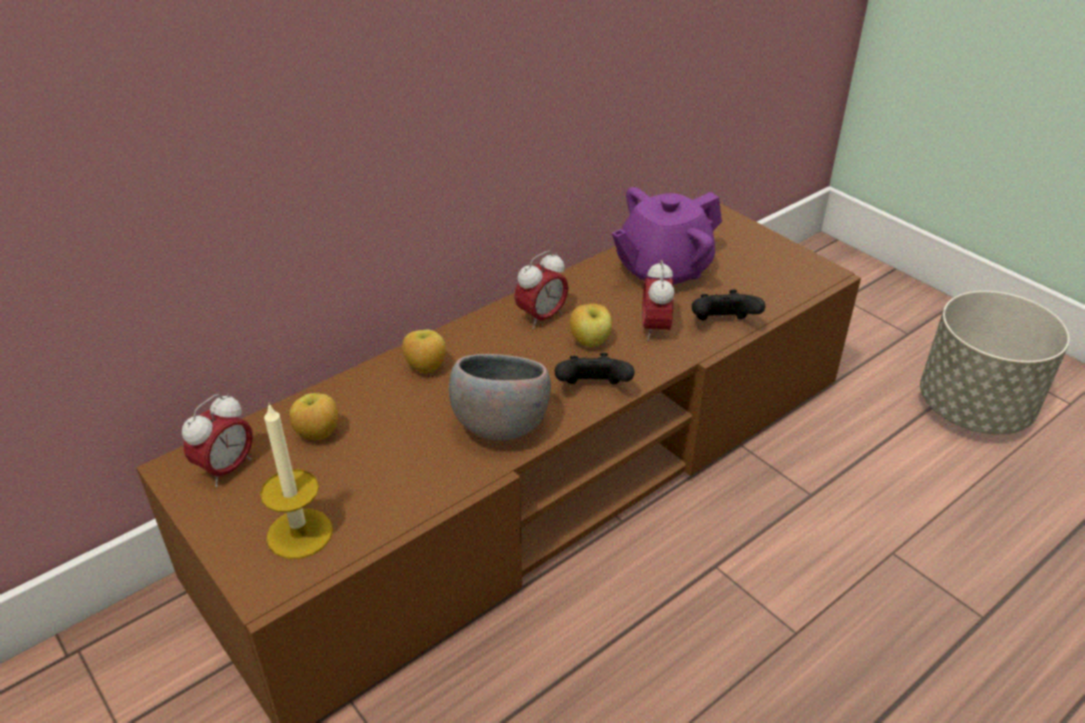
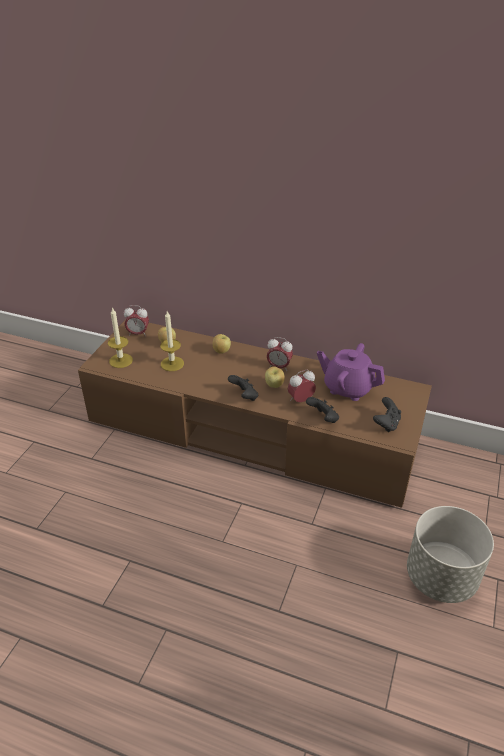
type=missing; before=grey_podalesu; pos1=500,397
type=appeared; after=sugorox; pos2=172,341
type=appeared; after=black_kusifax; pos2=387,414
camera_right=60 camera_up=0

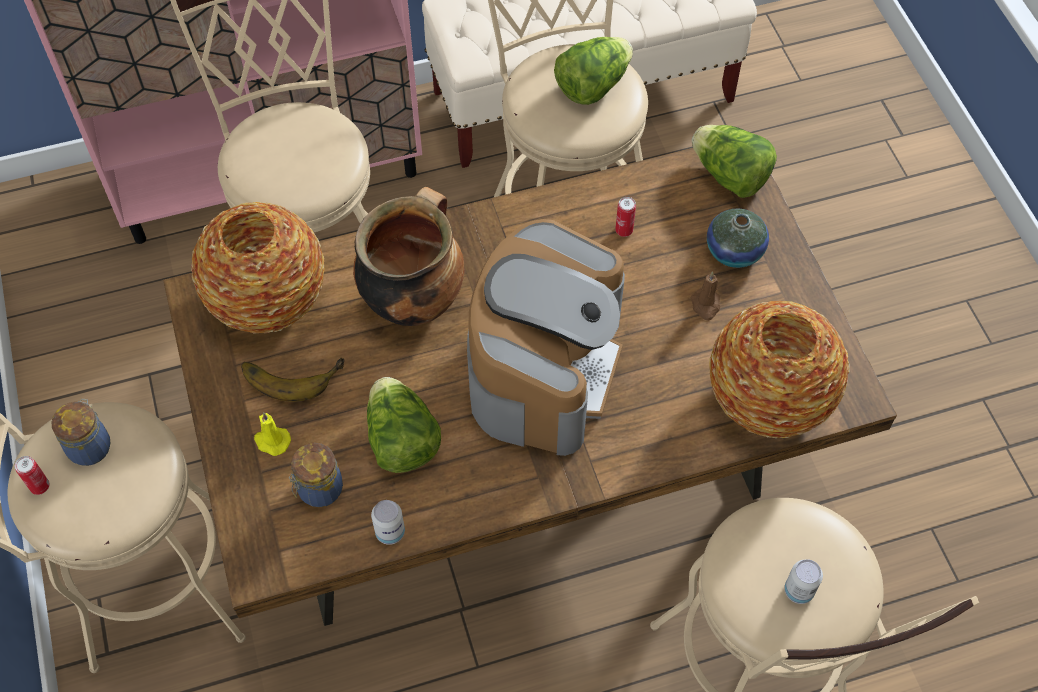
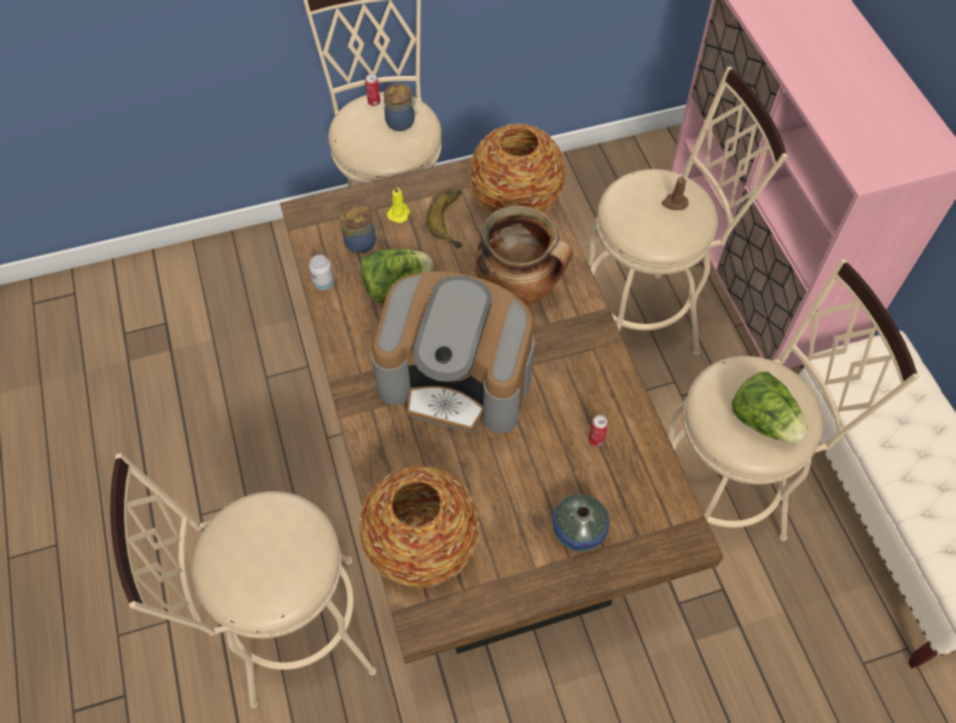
type=missing; before=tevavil; pos1=734,161
type=relocated; before=brown_sugorox; pos1=705,296; pos2=675,192
type=missing; before=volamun; pos1=803,581
camera_right=90 camera_up=0

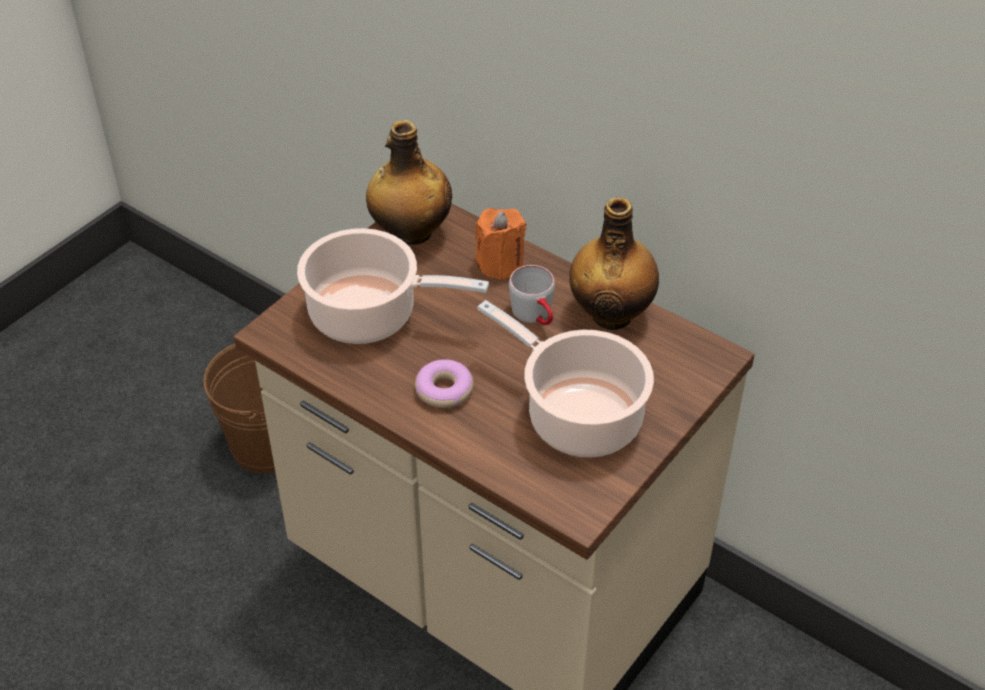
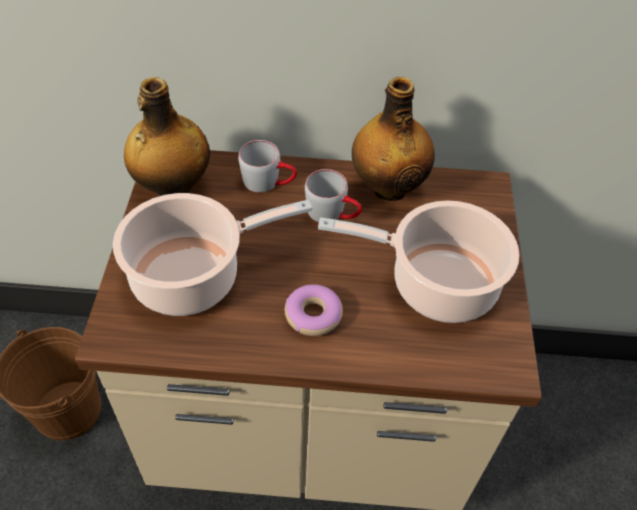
type=exchanged; before=orange_sugorox; after=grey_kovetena; pos1=500,244; pos2=267,166
camera_right=-35 camera_up=5

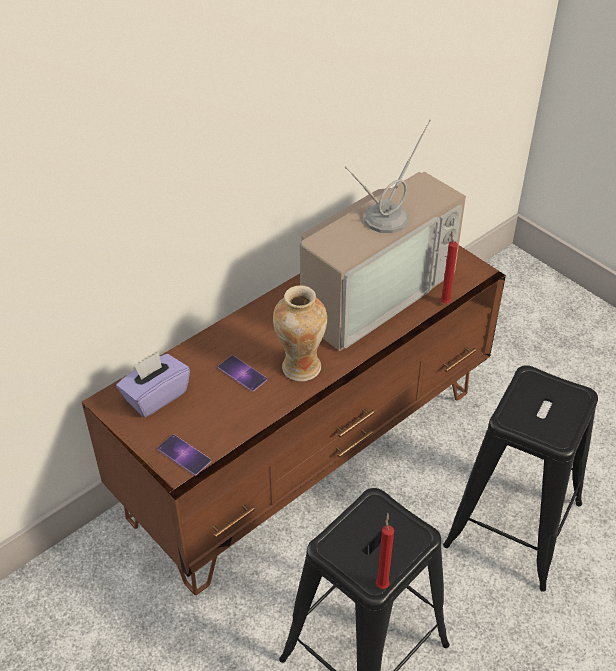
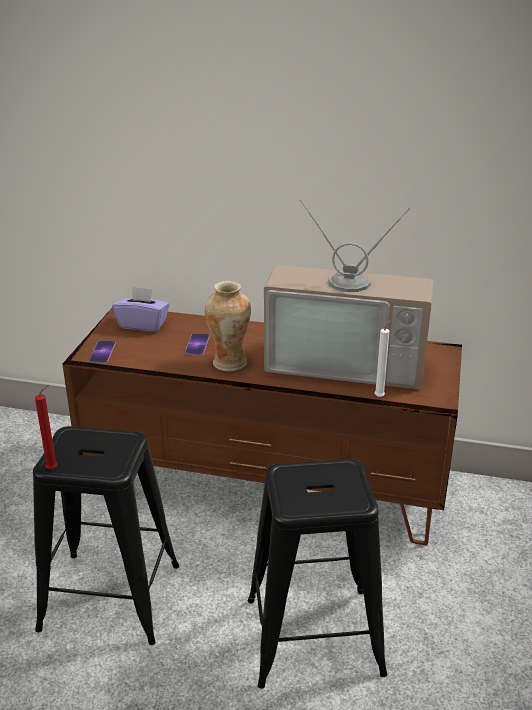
type=colour; before=red_sugorox; after=white_sugorox; pos1=449,267; pos2=382,358
camera_right=55 camera_up=-15

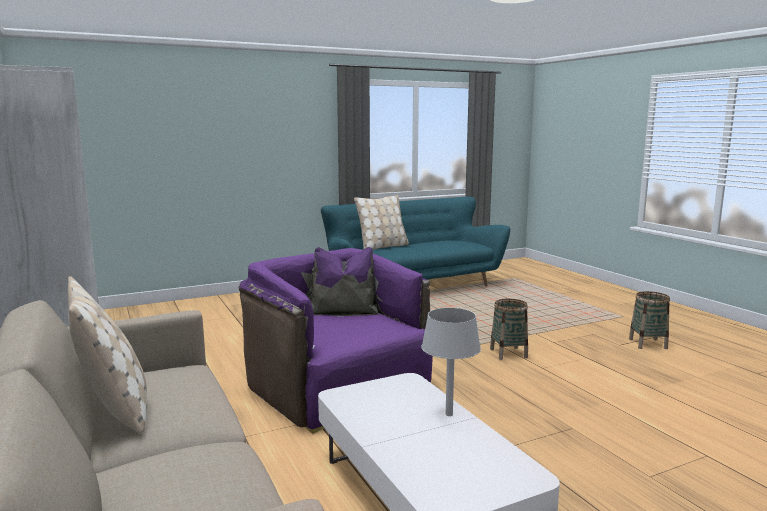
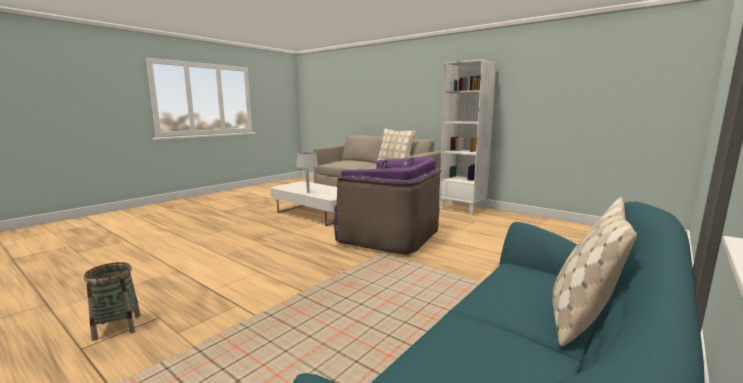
type=missing; before=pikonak; pos1=509,329
camera_right=155 camera_up=0

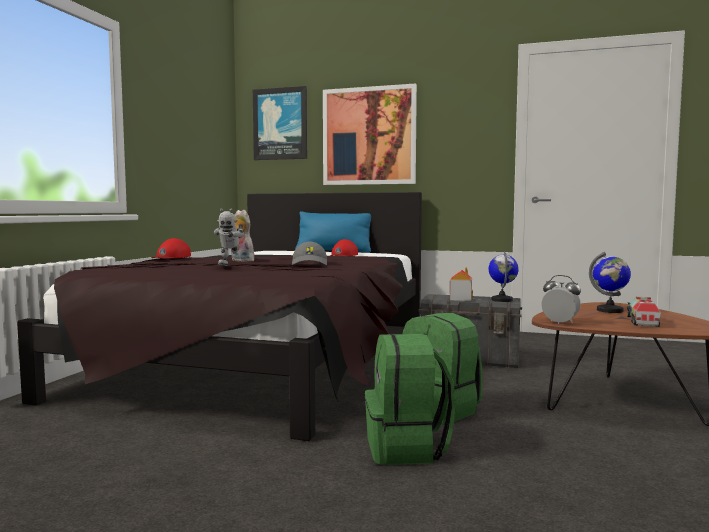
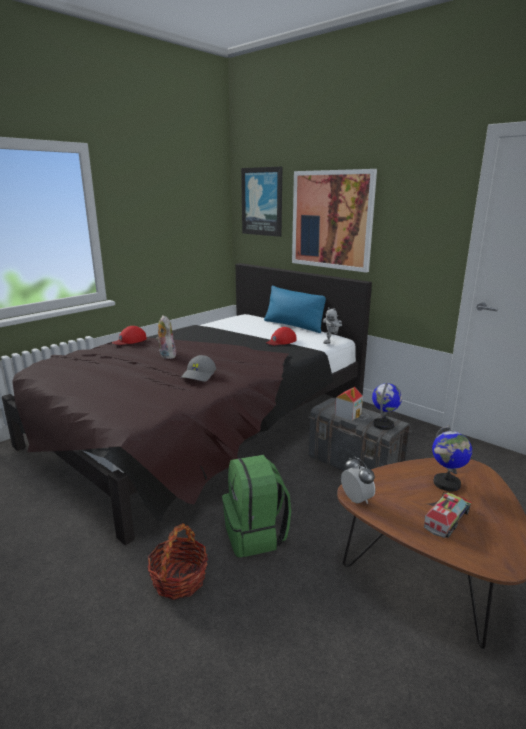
type=relocated; before=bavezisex; pos1=229,237; pos2=332,325
type=exchanged; before=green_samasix; after=pikonak; pos1=410,399; pos2=177,561
camera_right=25 camera_up=15

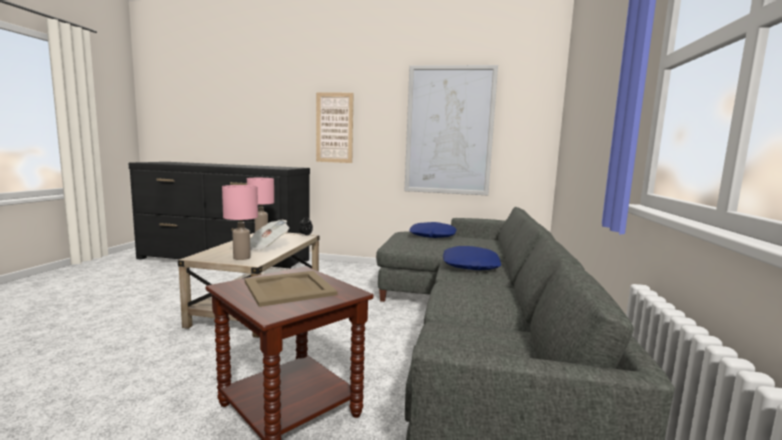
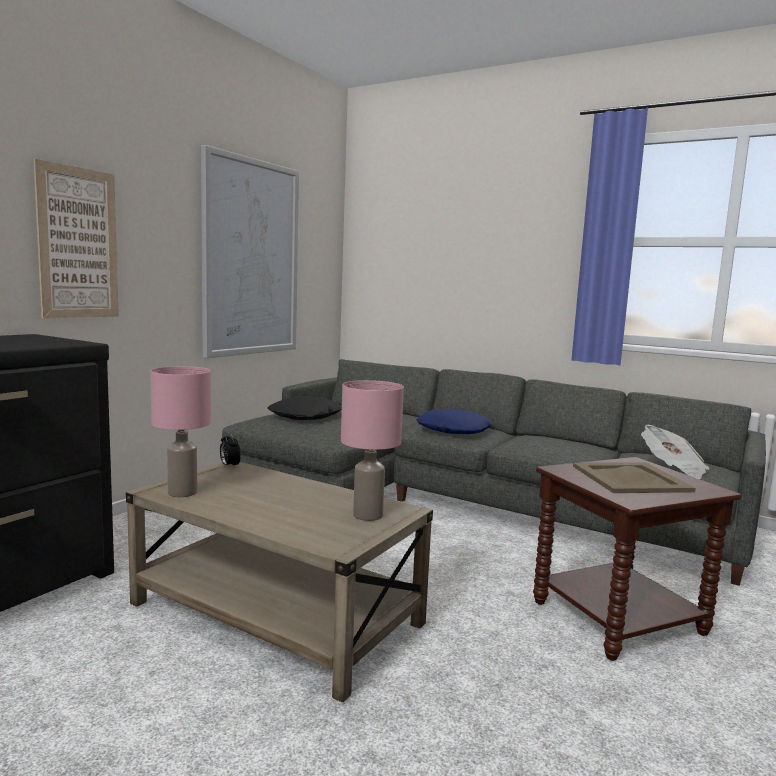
type=relocated; before=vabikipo; pos1=269,235; pos2=675,452
type=colour; before=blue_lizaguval; after=black_lizaguval; pos1=433,230; pos2=304,408
camera_right=-70 camera_up=0

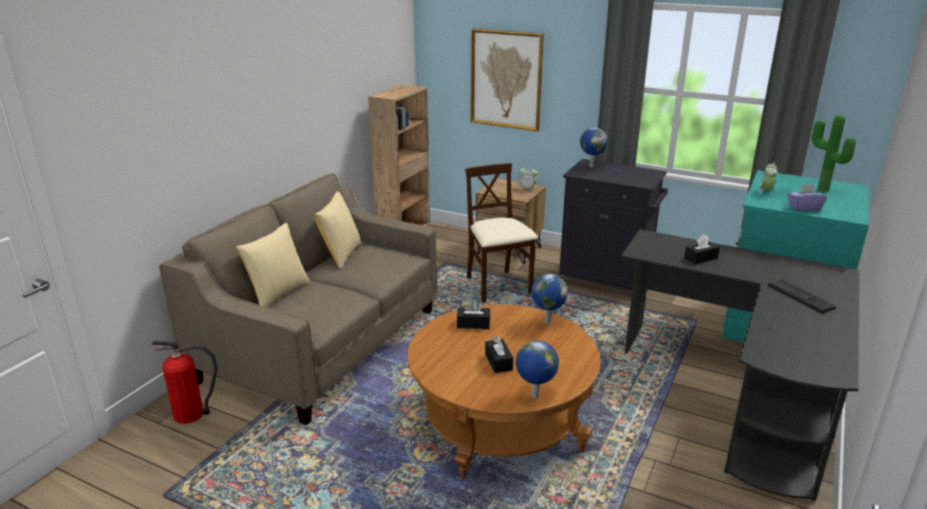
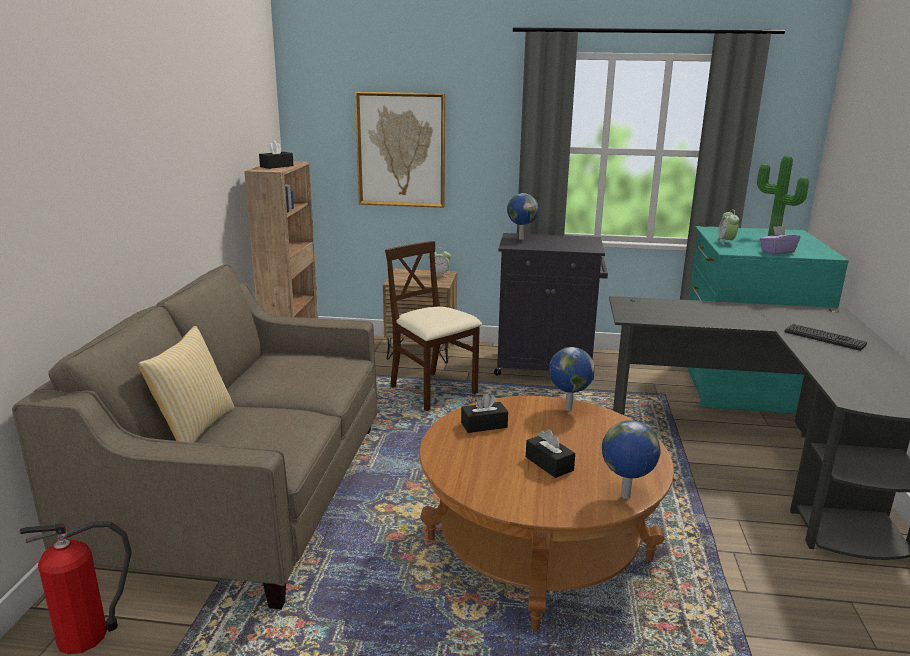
type=missing; before=lizaguval; pos1=337,230
type=relocated; before=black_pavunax; pos1=702,249; pos2=276,155
camera_right=-20 camera_up=-5

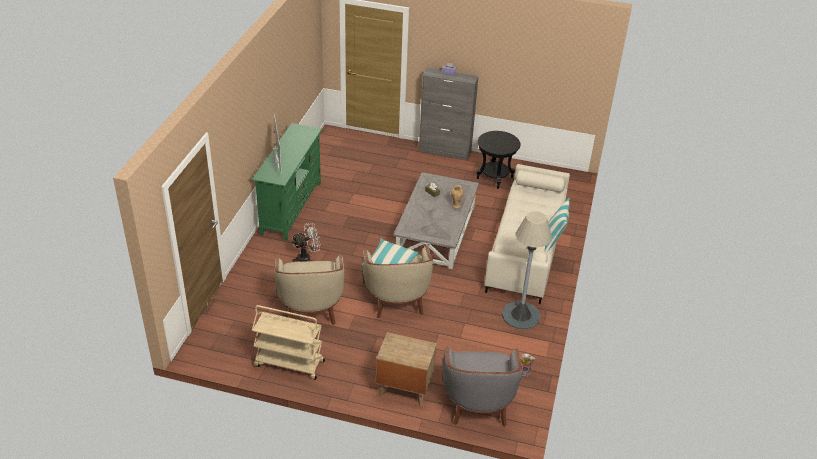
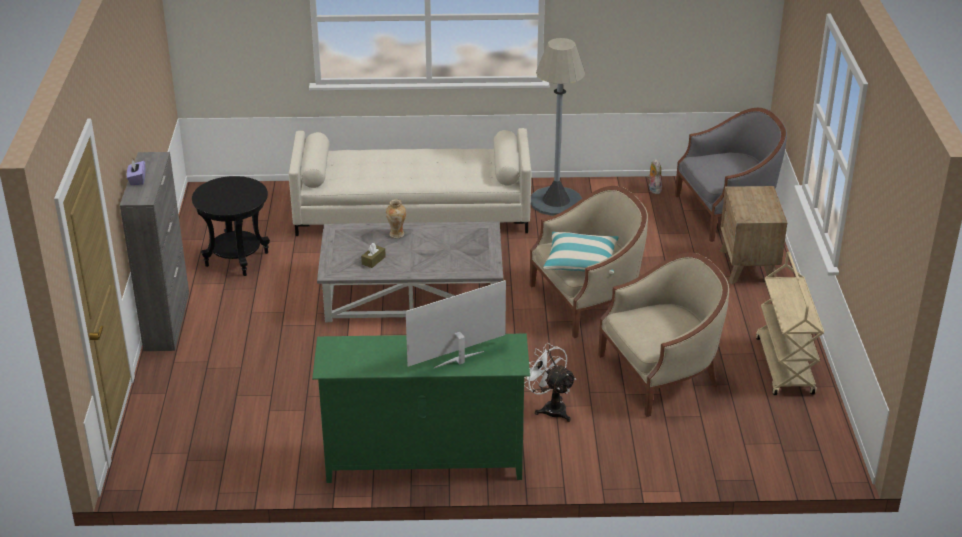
type=missing; before=lizaguval; pos1=557,225
camera_right=-105 camera_up=-5

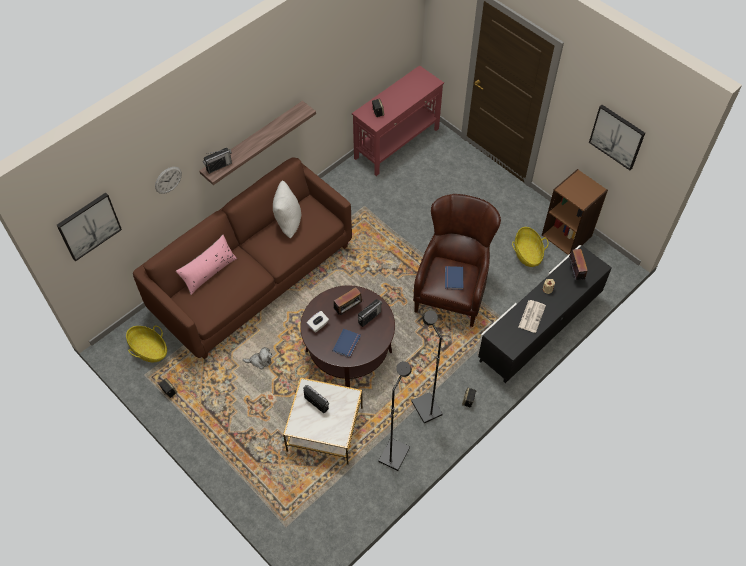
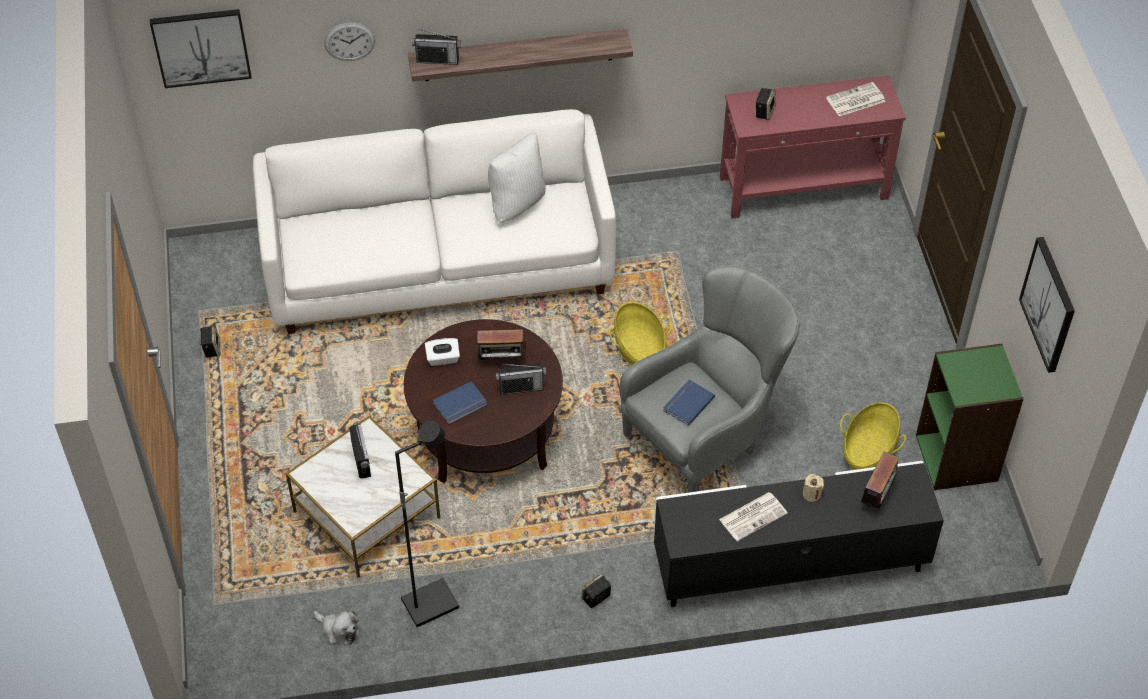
type=colour; before=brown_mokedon; after=white_mokedon; pos1=242,258; pos2=434,221
type=colour; before=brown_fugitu; after=green_fugitu; pos1=575,212; pos2=970,417
type=colour; before=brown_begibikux; after=grey_begibikux; pos1=457,260; pos2=710,379
type=missing; before=pink_lizaguval; pos1=206,265
type=missing; before=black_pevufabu; pos1=427,366
type=relocated; before=pikonak; pos1=146,344; pos2=640,333
type=relocated; before=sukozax; pos1=257,358; pos2=336,628
type=appeared; after=vabikipo; pos2=855,99
camera_right=35 camera_up=-5

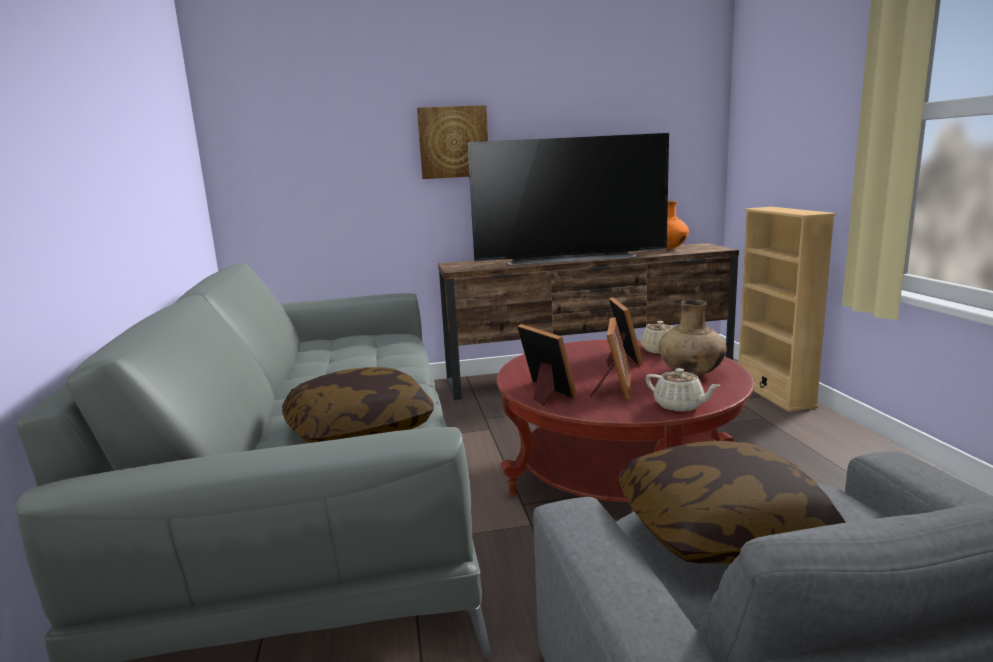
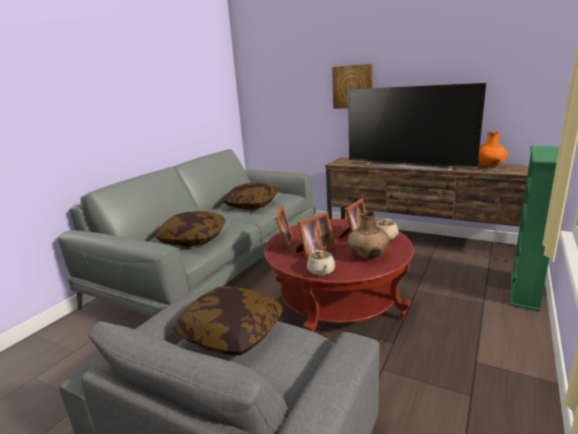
type=colour; before=beige_fugitu; after=green_fugitu; pos1=787,309; pos2=535,228
type=appeared; after=lizaguval; pos2=250,196
camera_right=40 camera_up=5

